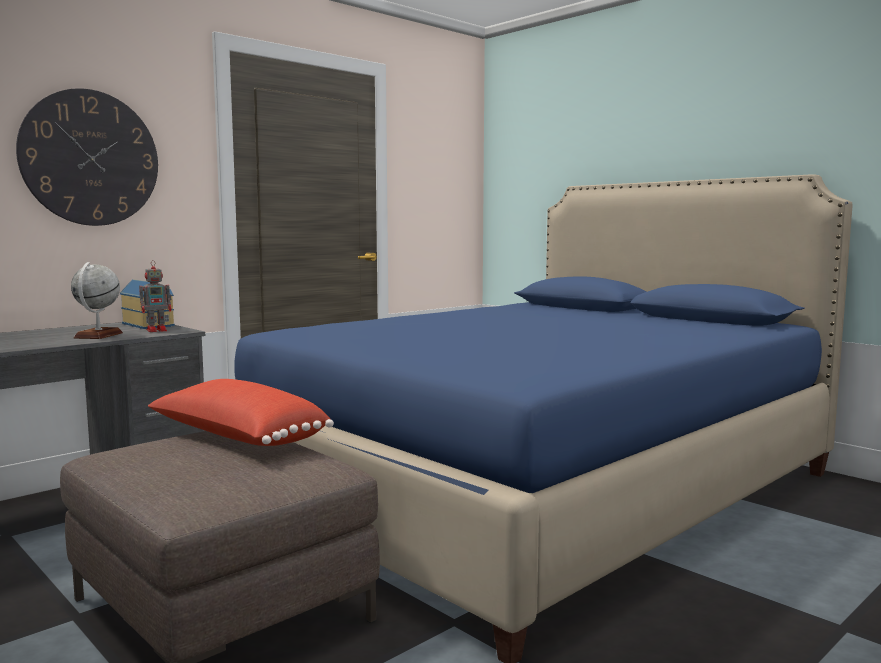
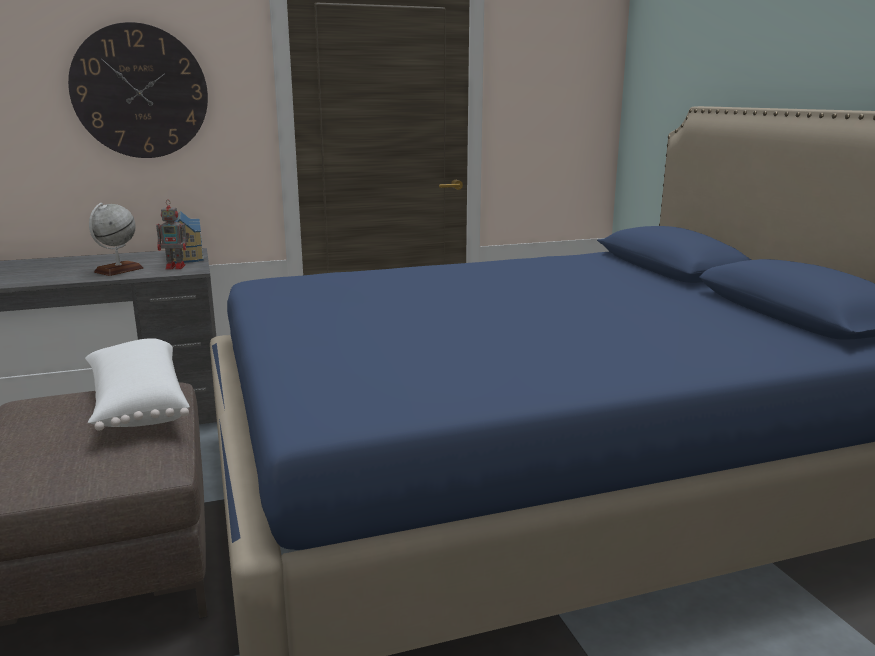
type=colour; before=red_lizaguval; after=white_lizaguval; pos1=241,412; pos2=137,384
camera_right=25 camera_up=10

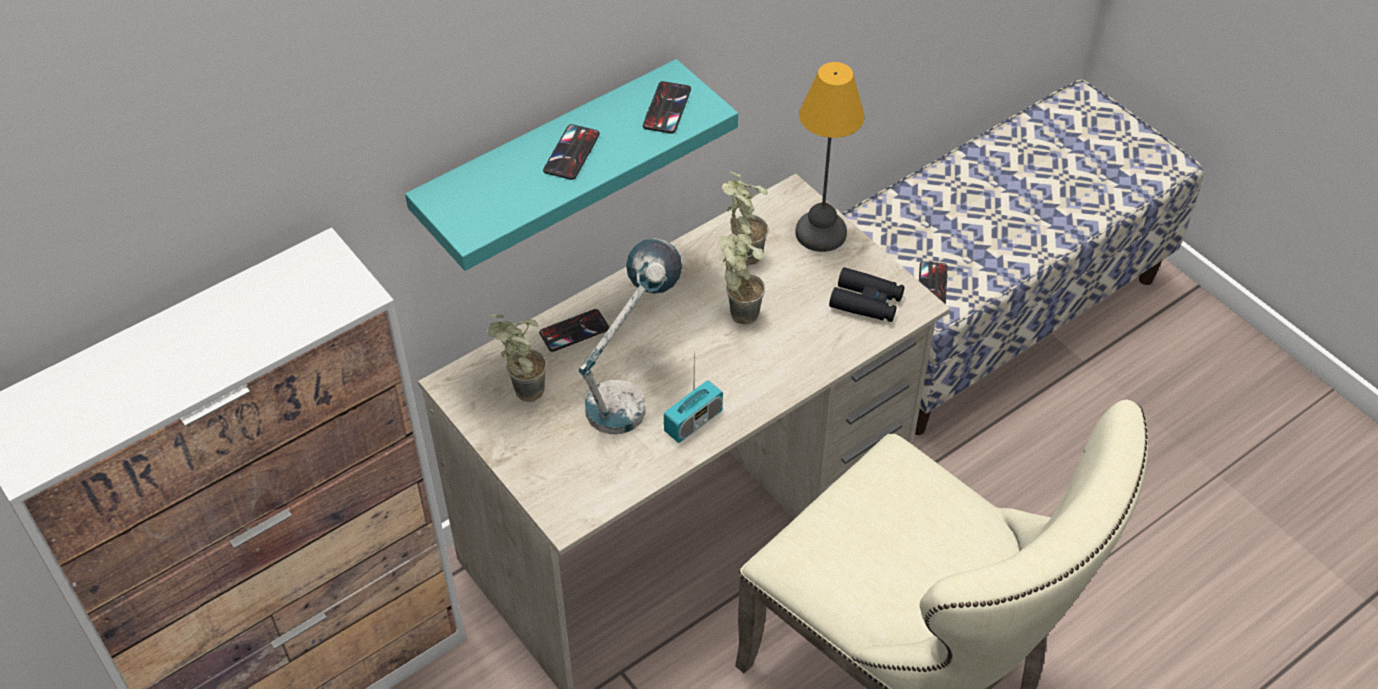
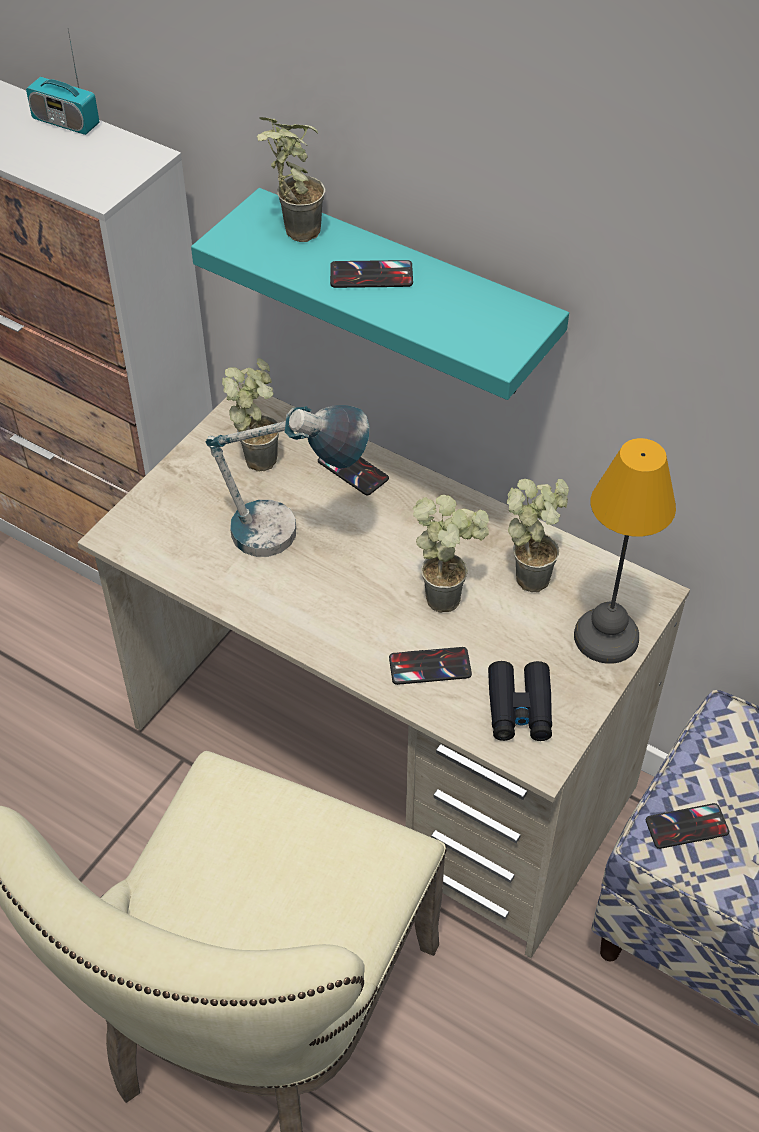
type=relocated; before=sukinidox; pos1=667,107; pos2=430,666
type=relocated; before=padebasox; pos1=693,405; pos2=62,82
type=appeared; after=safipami; pos2=291,179
camera_right=70 camera_up=0

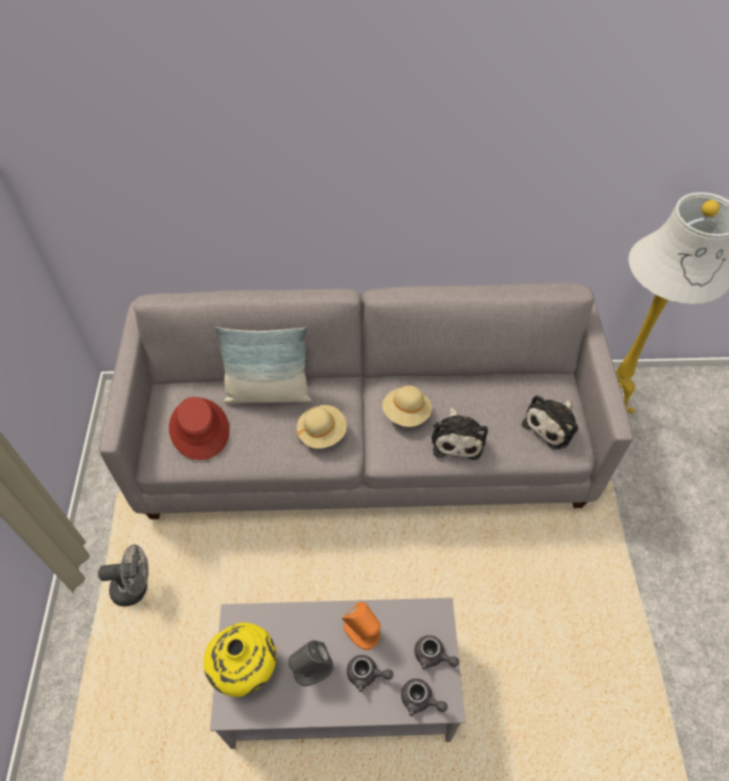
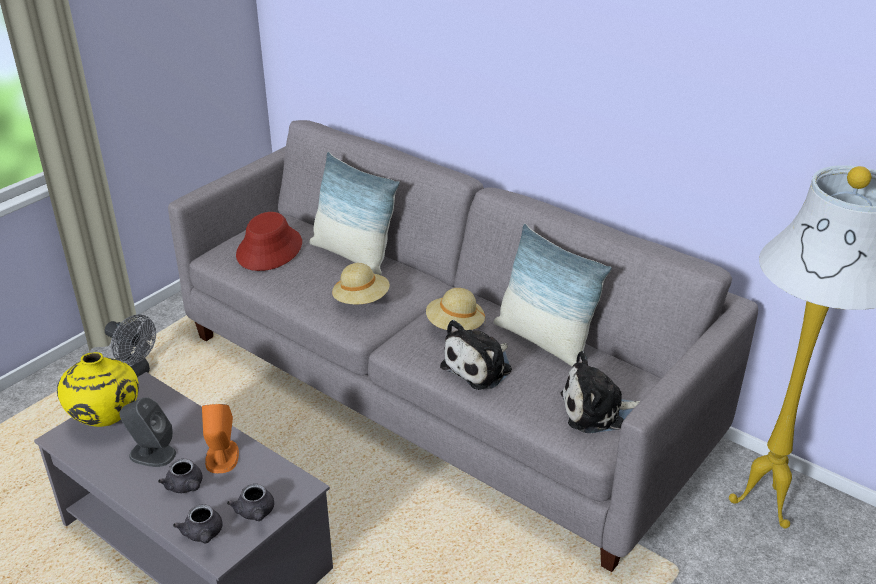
type=appeared; after=lizaguval; pos2=553,295
camera_right=40 camera_up=-20

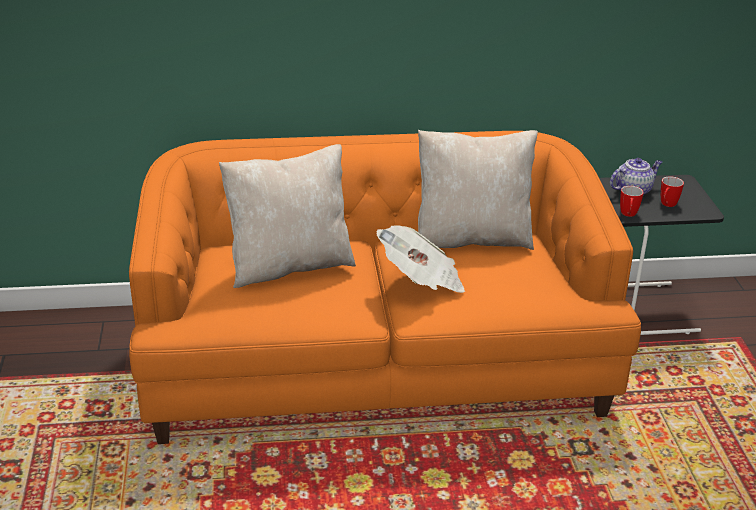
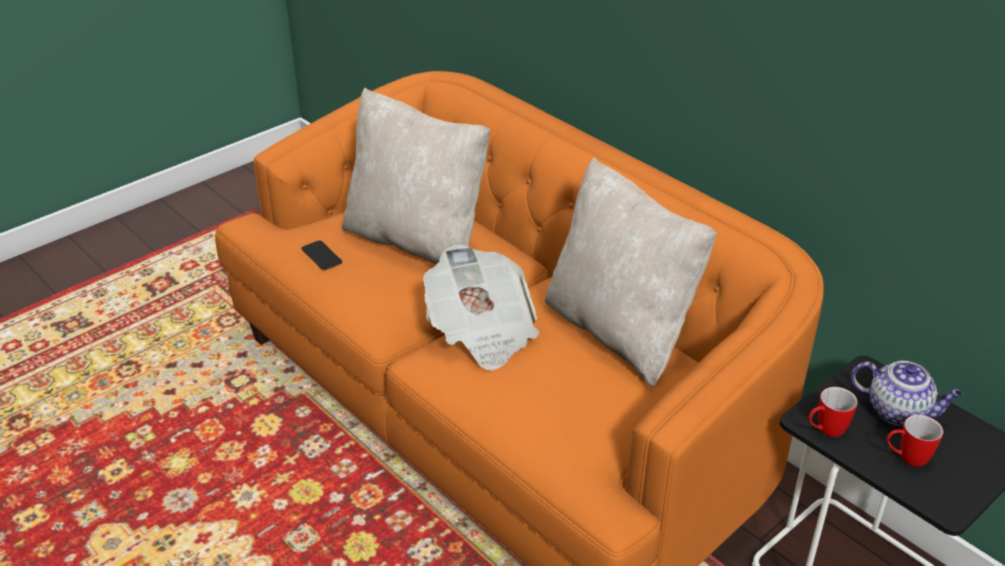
type=appeared; after=sukinidox; pos2=322,255
camera_right=55 camera_up=5

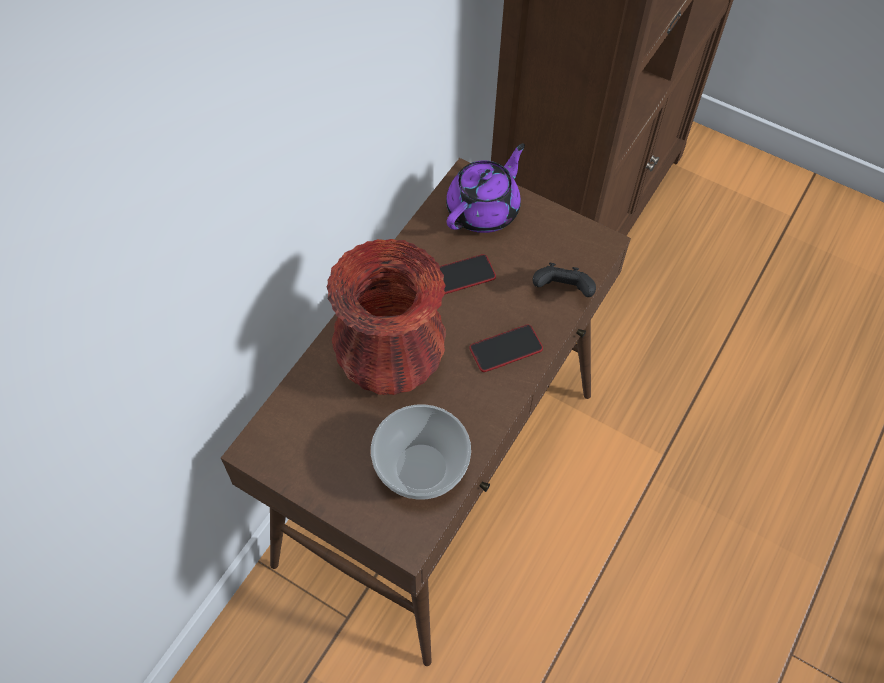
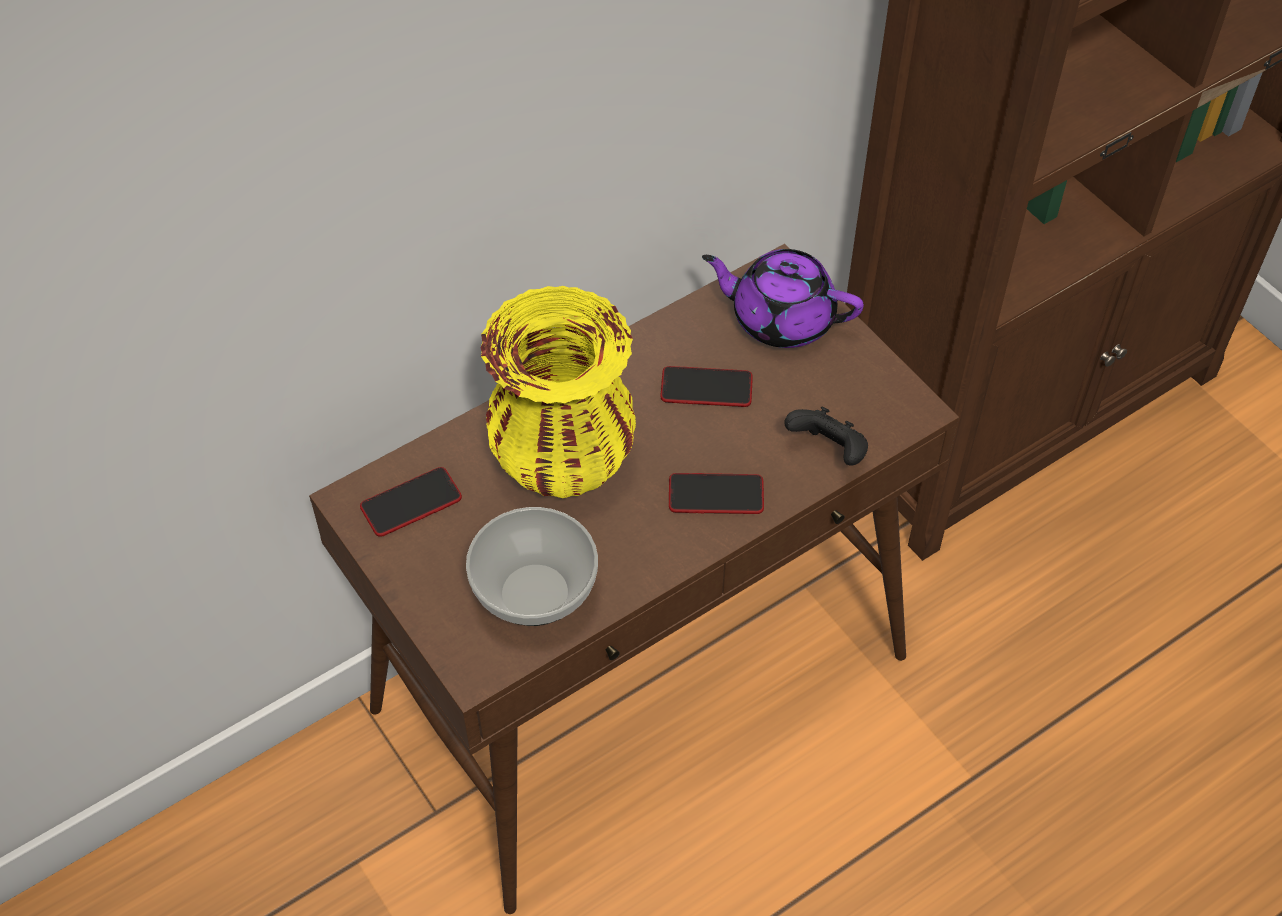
type=spun; before=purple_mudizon; pos1=485,188; pos2=783,298; turn=-135
type=colour; before=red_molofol; after=yellow_molofol; pos1=386,317; pos2=558,392
type=appeared; after=sukinidox; pos2=411,502
camera_right=25 camera_up=-5

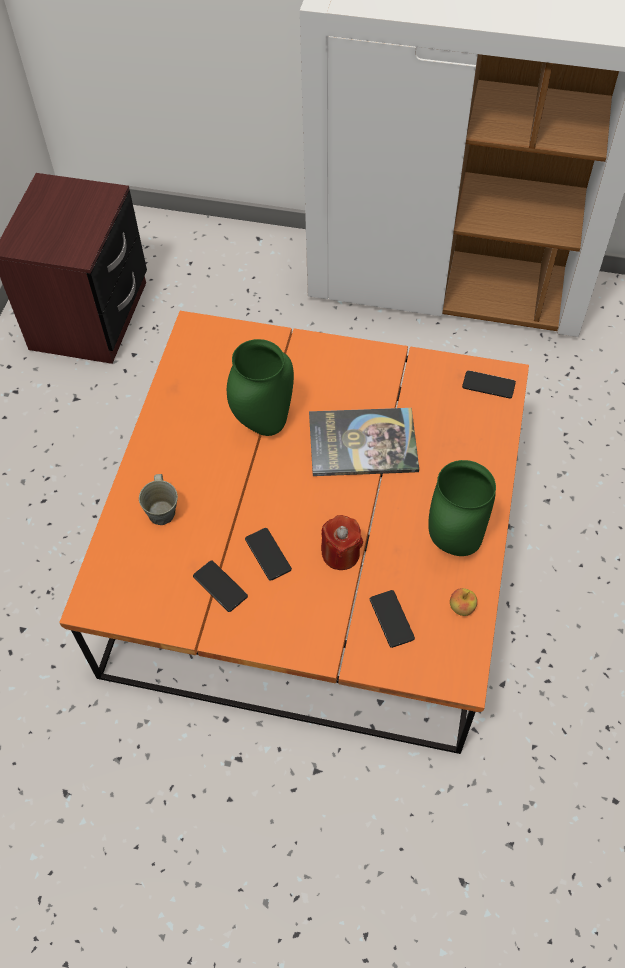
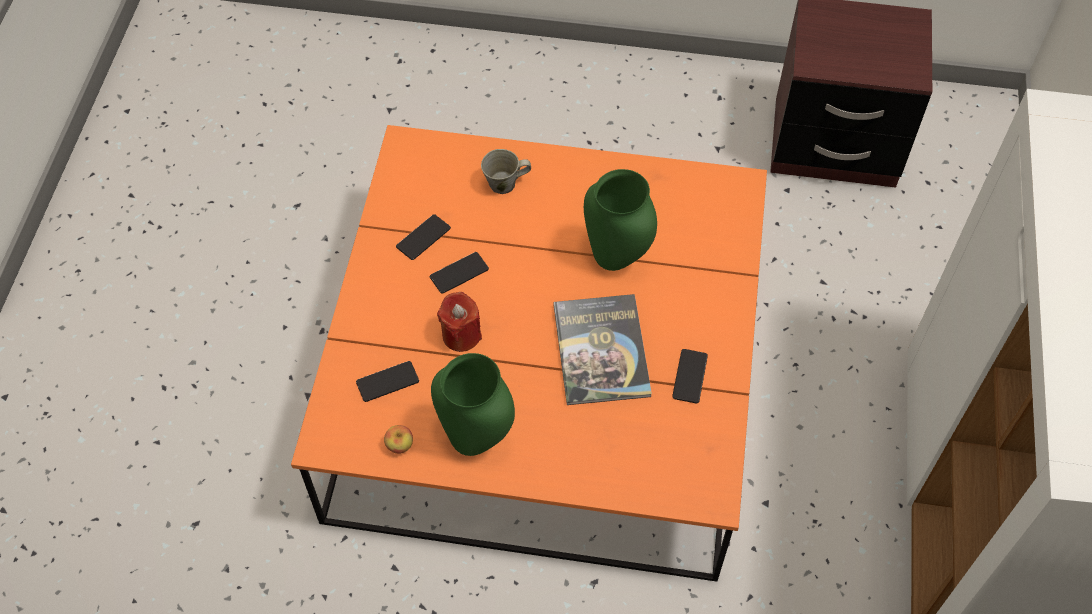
type=relocated; before=sukinidox; pos1=489,384; pos2=690,376
camera_right=85 camera_up=0

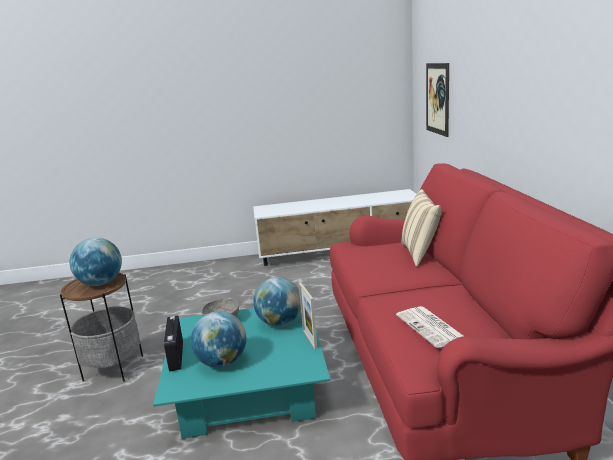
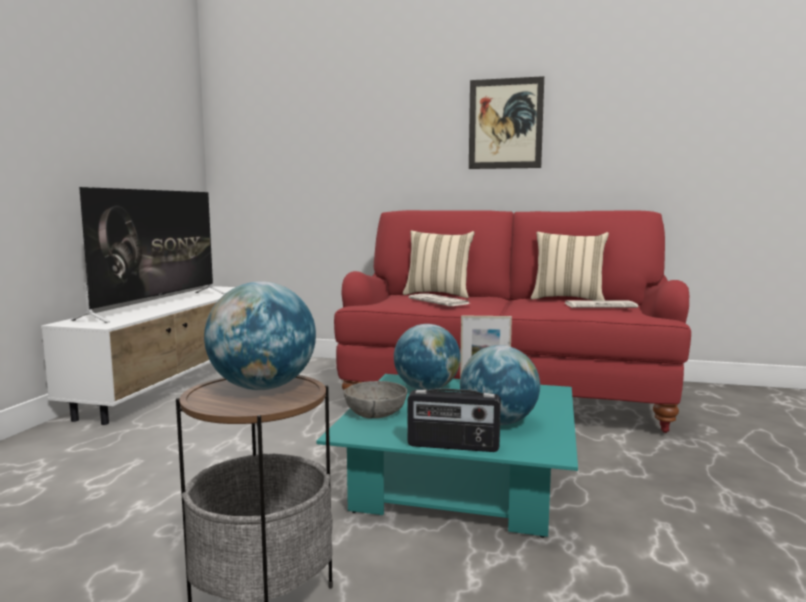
type=relocated; before=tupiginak; pos1=437,100; pos2=506,122
type=appeared; after=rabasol; pos2=148,255
type=appeared; after=beige_lizaguval; pos2=570,266
type=appeared; after=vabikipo; pos2=439,300
camera_right=-70 camera_up=-10

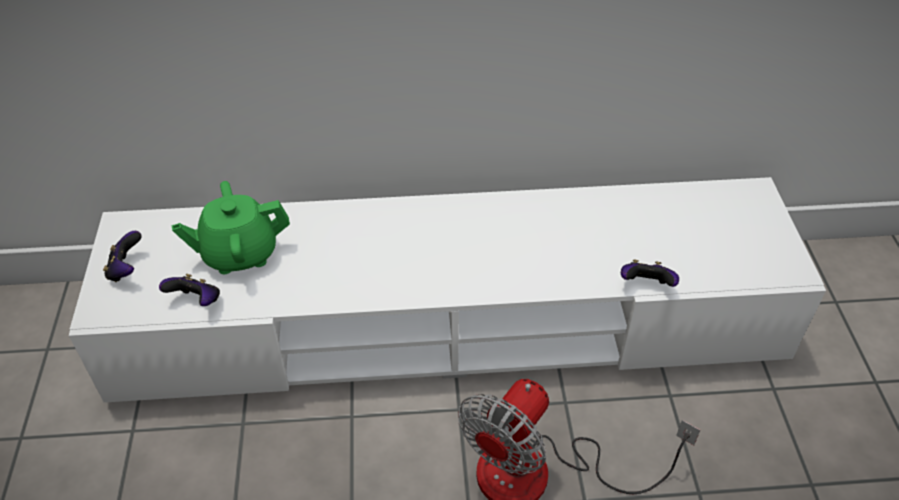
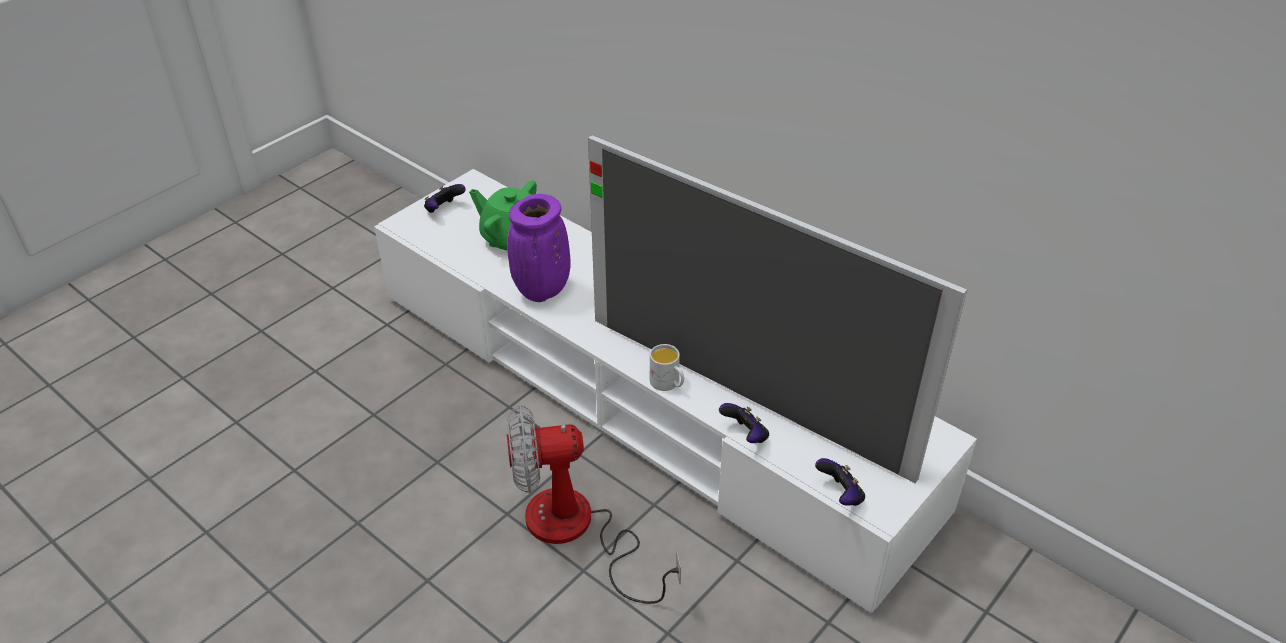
type=relocated; before=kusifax; pos1=189,290; pos2=840,482
type=appeared; after=rabasol; pos2=777,309
type=appeared; after=purple_molofol; pos2=539,248
type=appeared; after=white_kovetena; pos2=667,367
camera_right=45 camera_up=-5

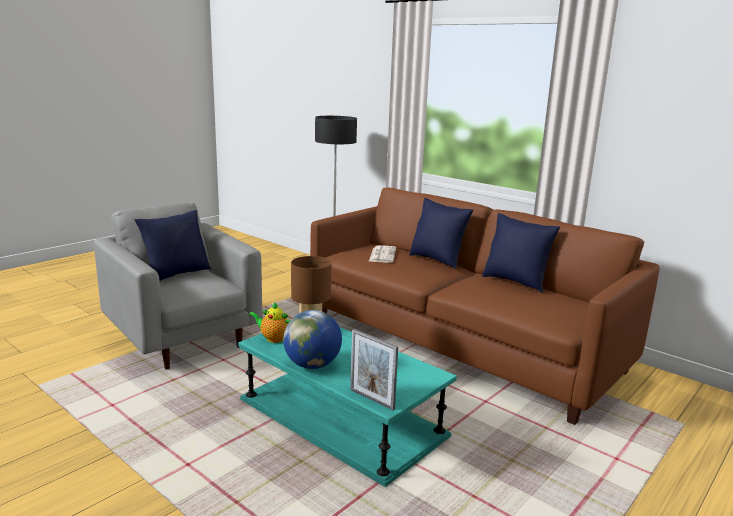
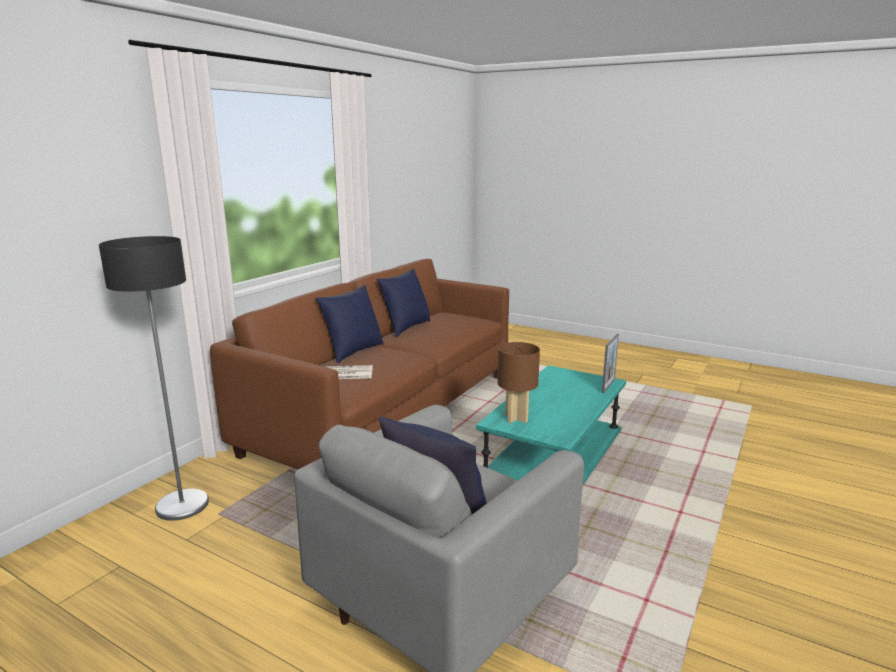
type=missing; before=mudizon; pos1=269,322
type=missing; before=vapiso; pos1=312,339
camera_right=-100 camera_up=0

